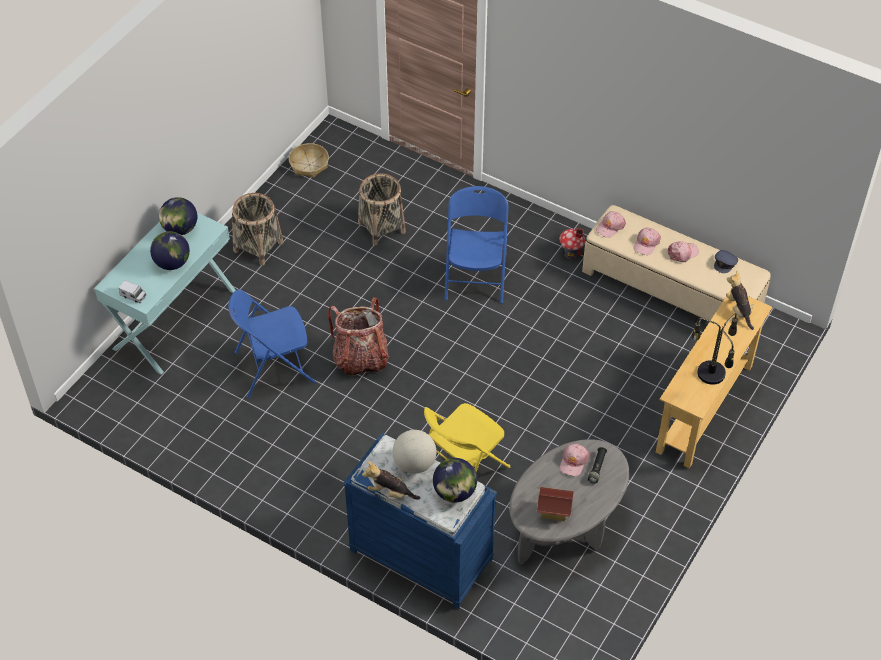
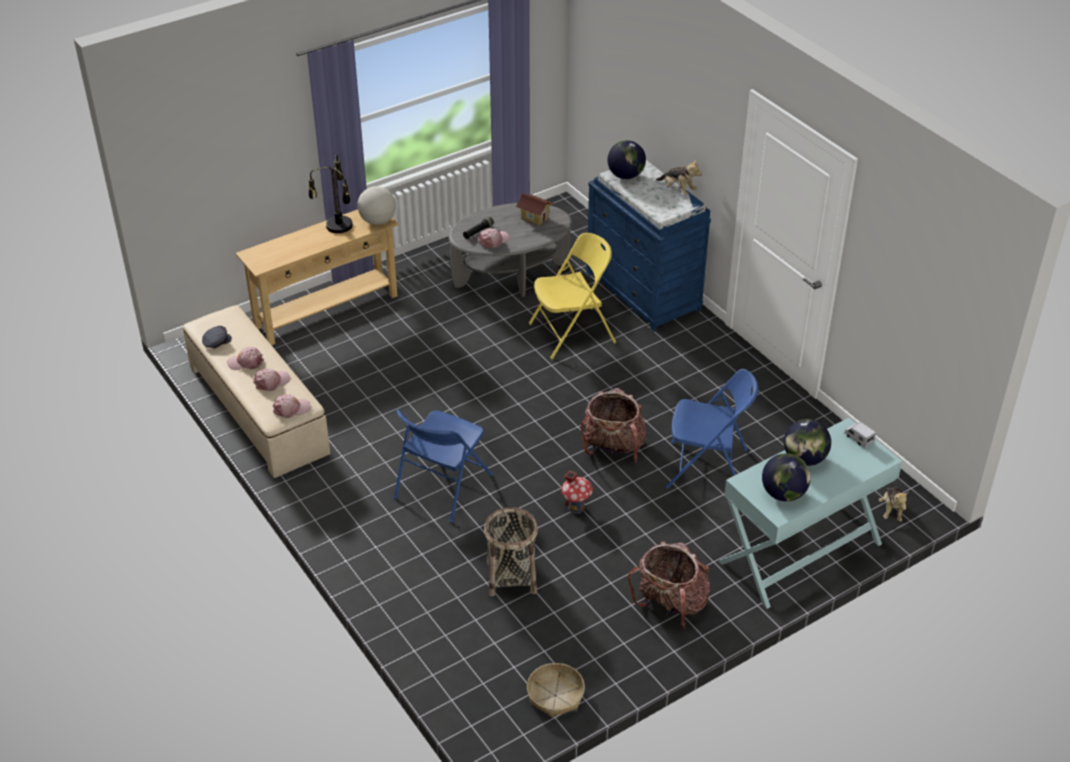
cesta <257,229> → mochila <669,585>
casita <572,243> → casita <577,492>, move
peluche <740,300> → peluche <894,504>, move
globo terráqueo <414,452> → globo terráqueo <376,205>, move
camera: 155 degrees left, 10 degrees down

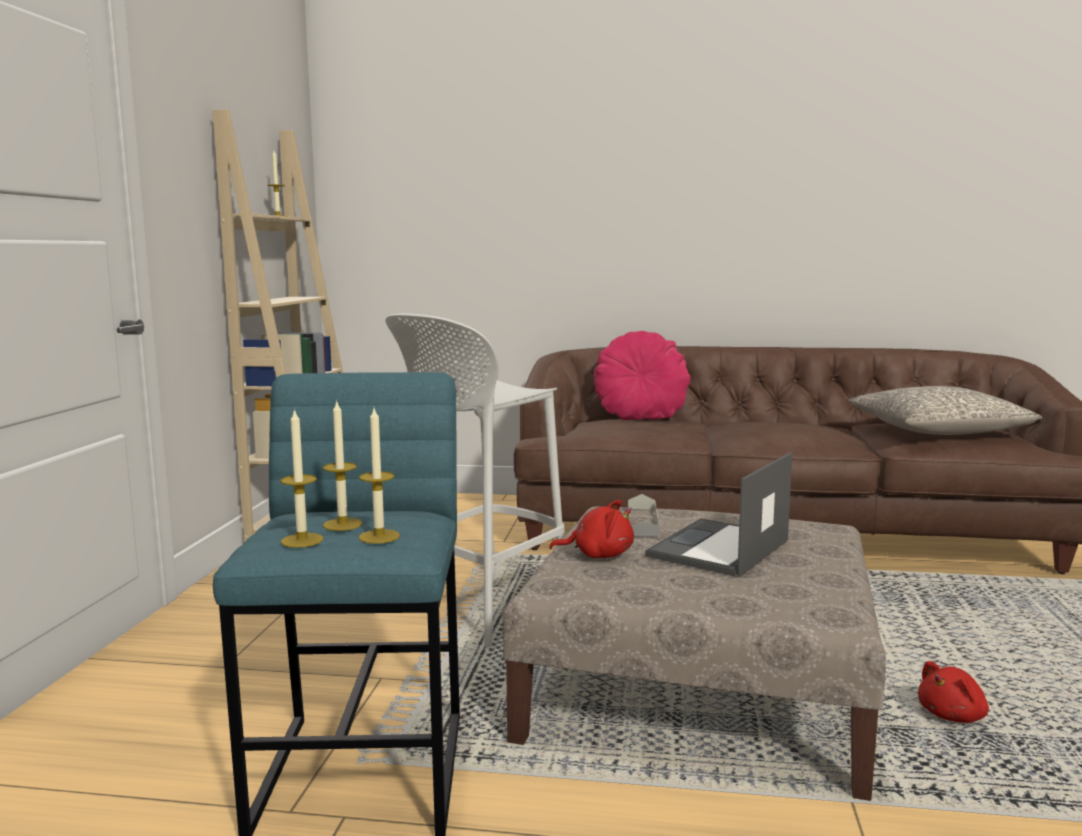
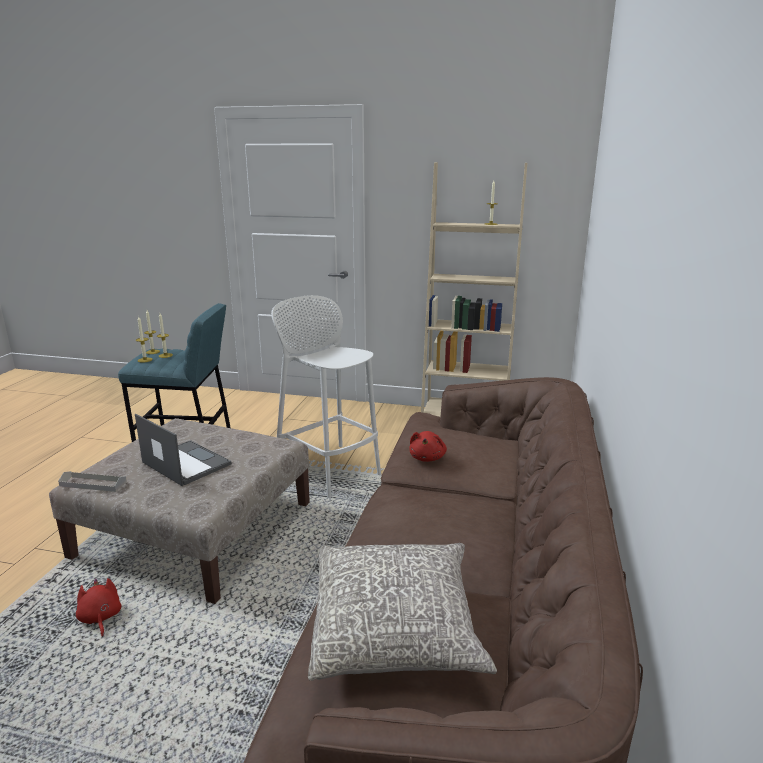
cojín [rosa] <642,375> → -
bandeja [gris] <644,515> → bandeja [gris] <92,481>, move
peluche [rojo] <591,529> → peluche [rojo] <428,446>, move
camera: 95 degrees right, 10 degrees up

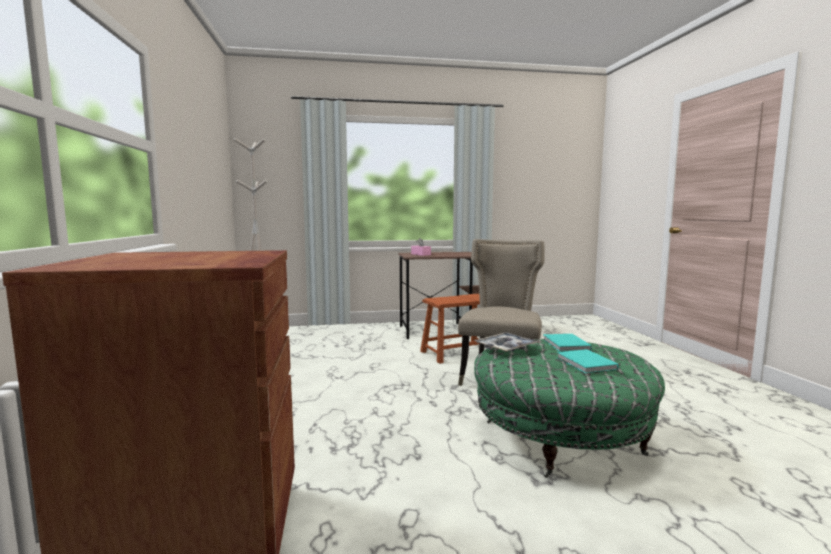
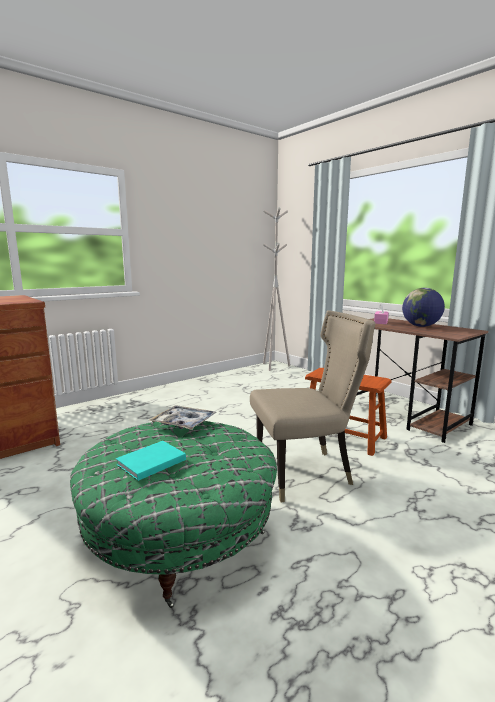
libro [turquesa] <567,343> → -
- → globo terráqueo <423,307>
camera: 60 degrees right, 5 degrees up

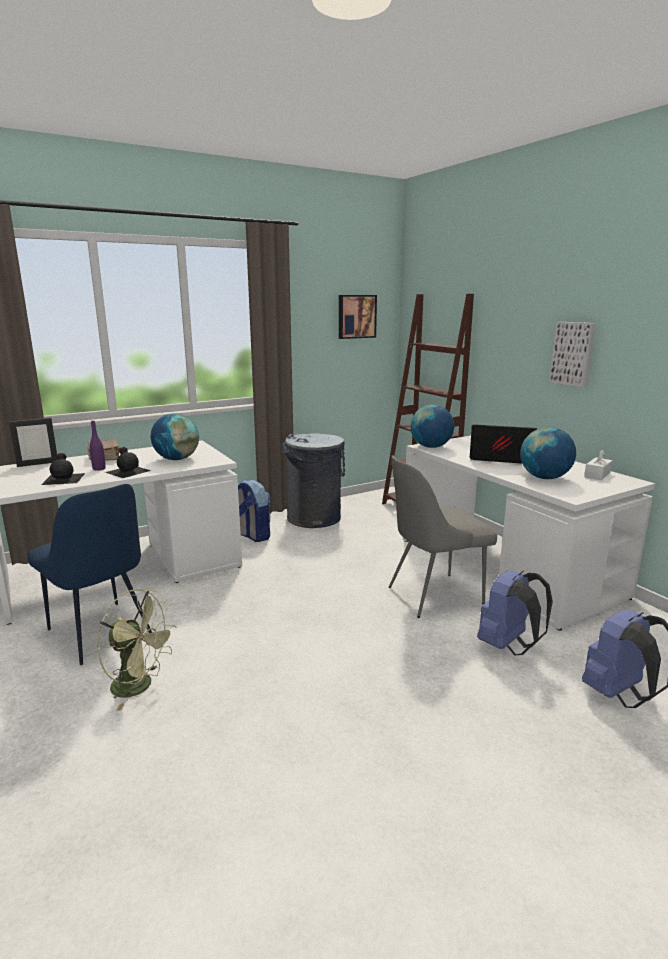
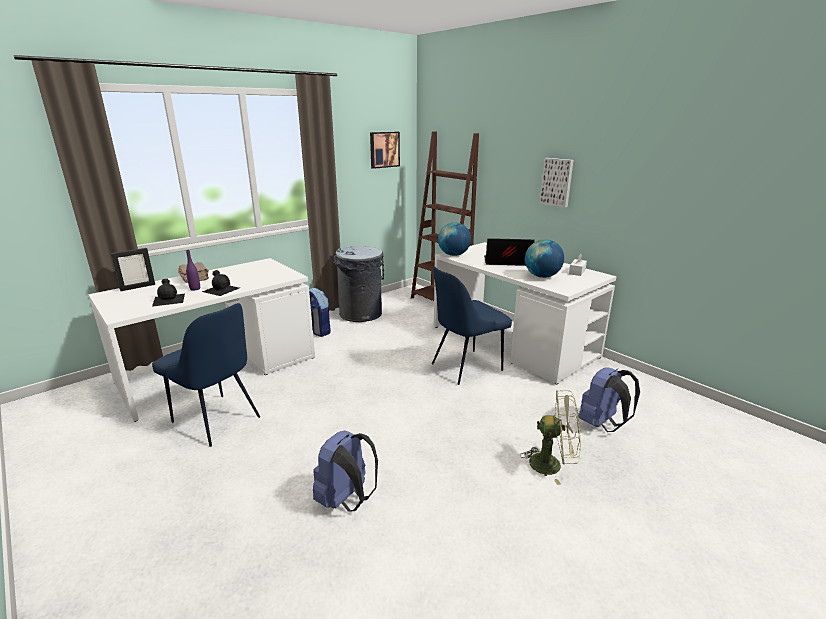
globo terráqueo <175,436> → -
silla [gris] <443,537> → silla [azul] <472,325>
mochila [azul] <515,613> → mochila [azul] <345,471>, move
ventilador [verde] <137,650> → ventilador [verde] <550,437>, move
camera: 10 degrees left, 5 degrees up

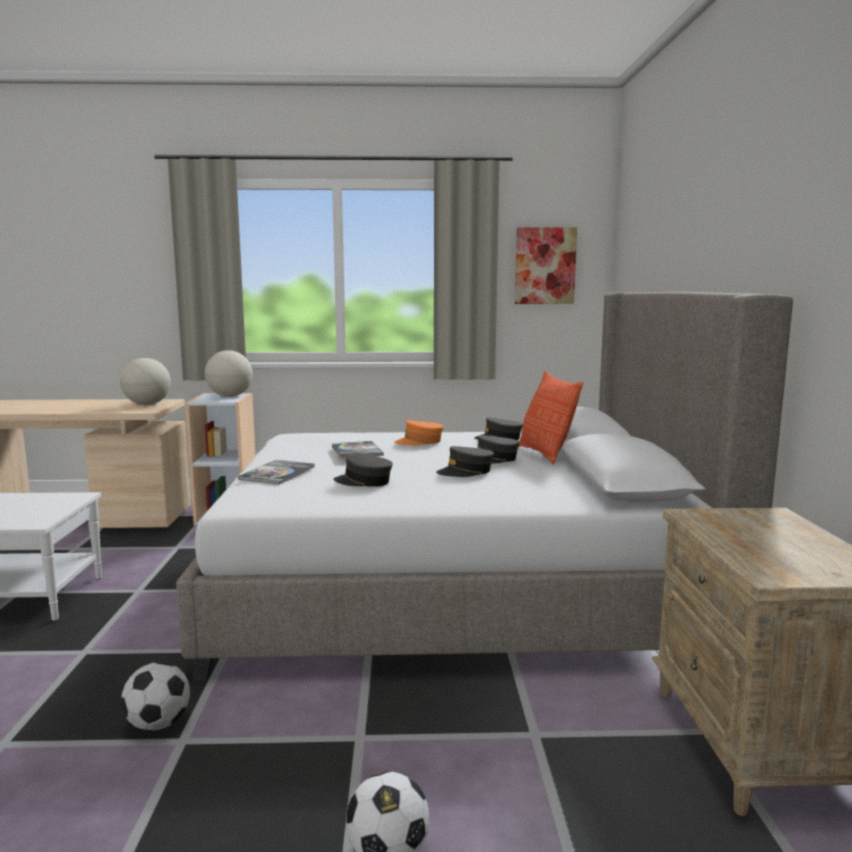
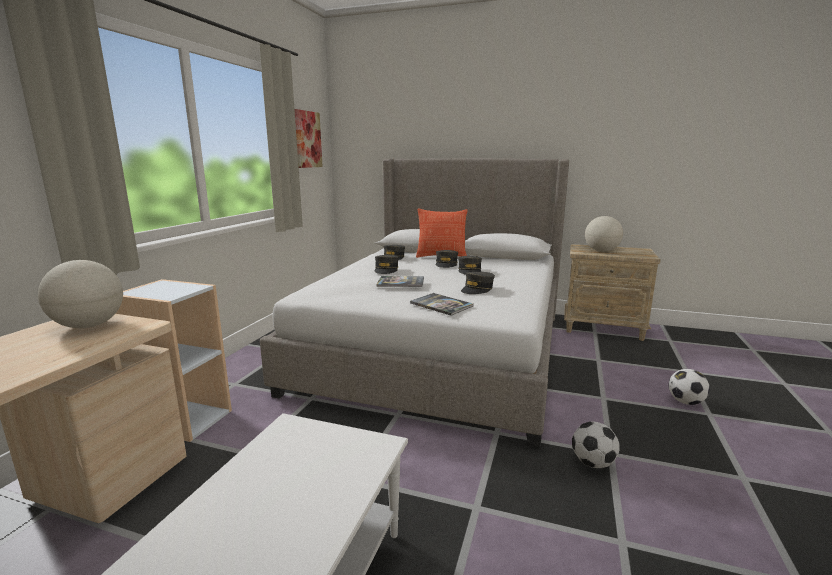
globo terráqueo <229,373> → globo terráqueo <604,234>, move
gorra [naranja] <419,433> → gorra [gris] <387,264>
camera: 70 degrees left, 5 degrees up

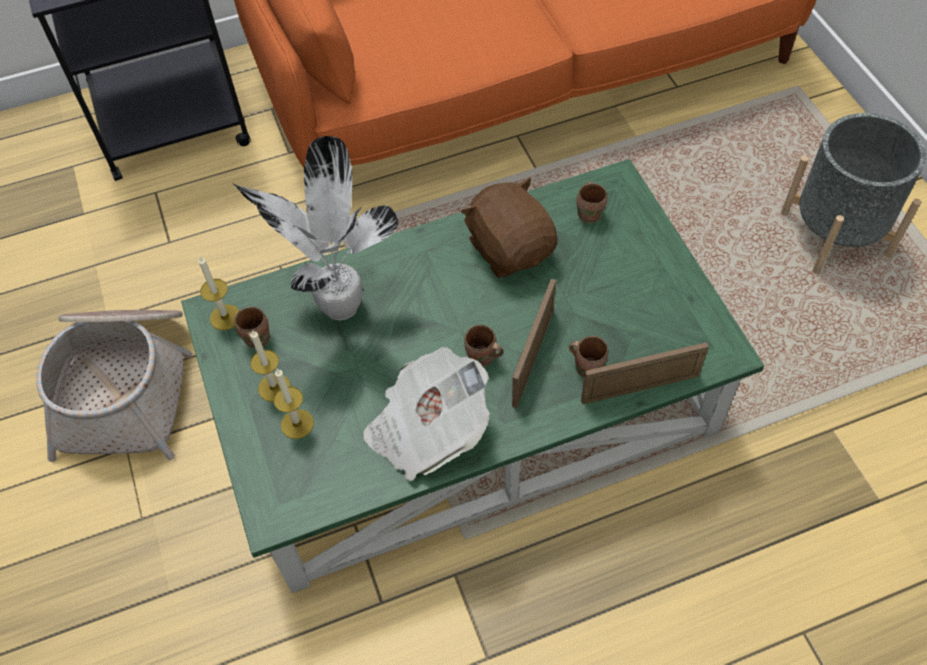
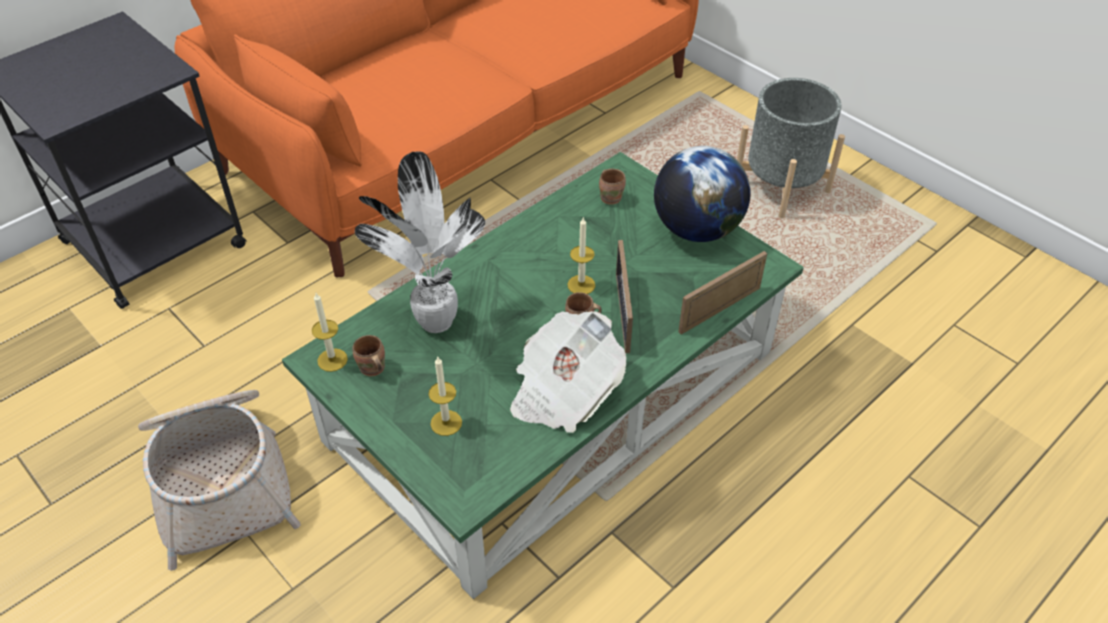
peluche [marrón] <509,228> → -
vela <270,366> → vela <581,255>, move
taza grande [marrón] <588,357> → -
- → globo terráqueo <702,194>
camera: 25 degrees left, 10 degrees down

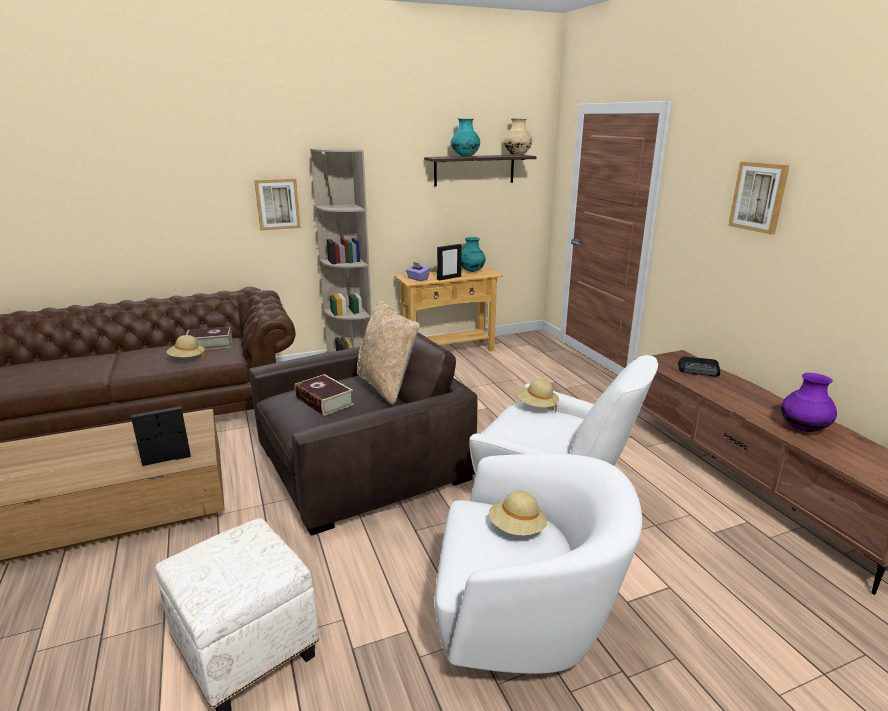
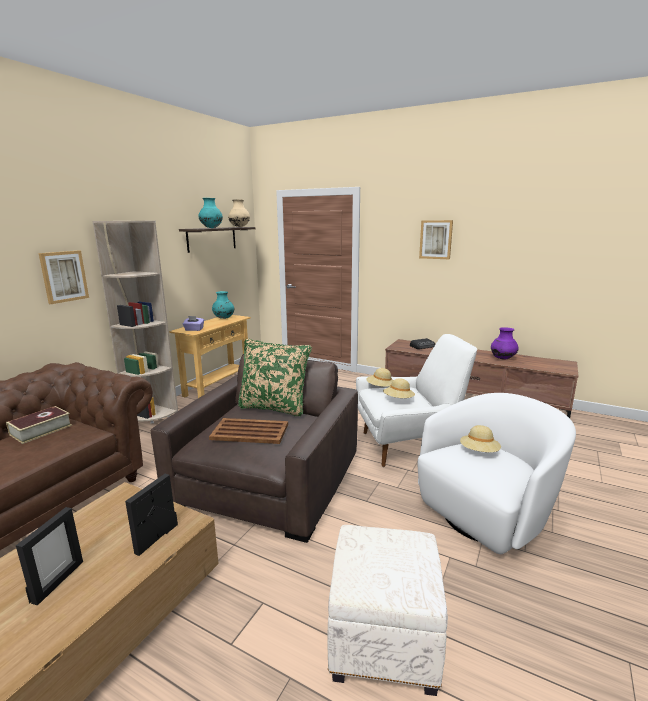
portarretratos <449,262> → portarretratos <49,556>, move
cojín [beis] <388,352> → cojín [verde] <275,377>
sombrero [beis] <186,347> → sombrero [beis] <399,388>, move
libro <324,395> → bandeja [marrón] <248,431>
camera: 40 degrees left, 5 degrees down

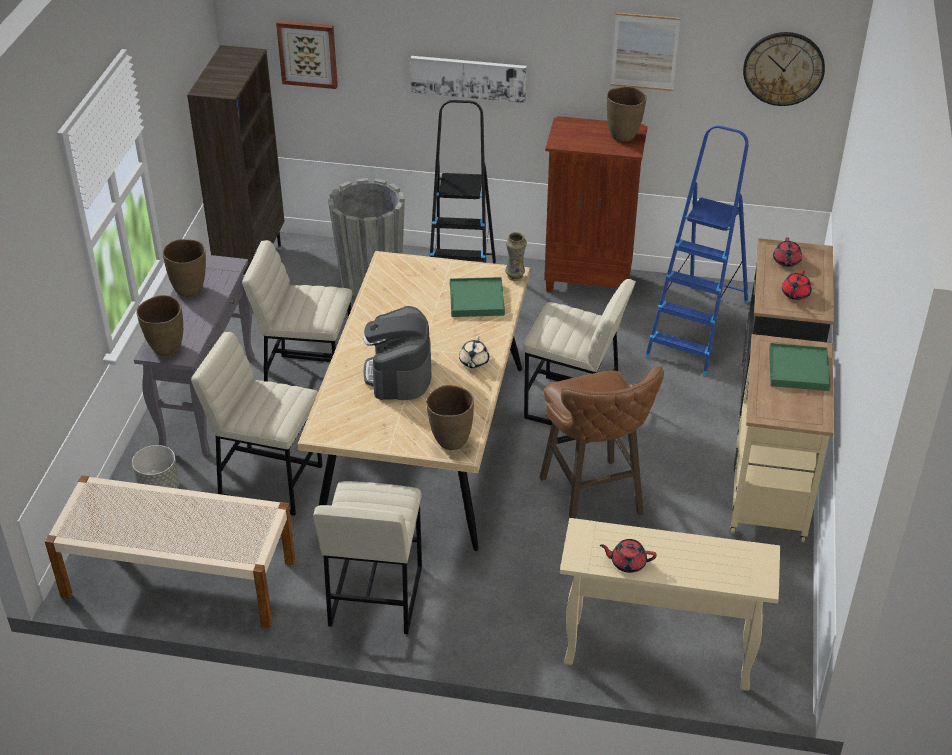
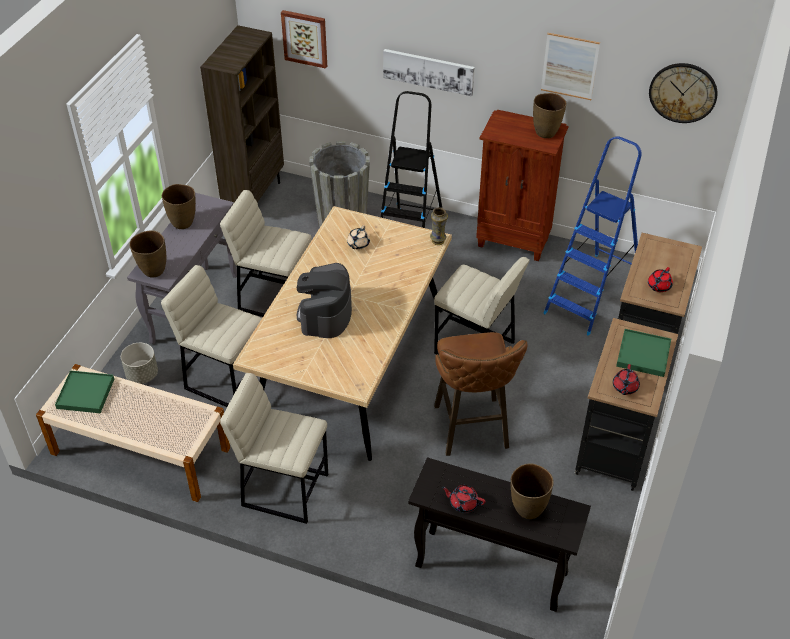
tetera [rojo] <787,252> → tetera [rojo] <626,379>, move
bandeja [verde] <477,297> → bandeja [verde] <84,391>, move
carrito [beis] <782,438> → carrito [negro] <626,404>
tetera [beis] <474,352> → tetera [beis] <358,237>, move
florero [marrón] <450,417> → florero [marrón] <532,491>, move
silla [beis] <367,557> → silla [beis] <274,448>, 90 degrees clockwise
mesa consola [beis] <670,604> → mesa consola [negro] <499,534>
camera: 10 degrees right, 5 degrees up

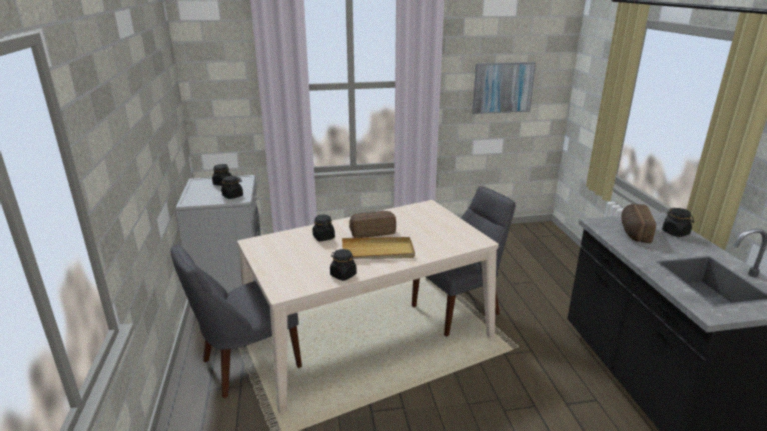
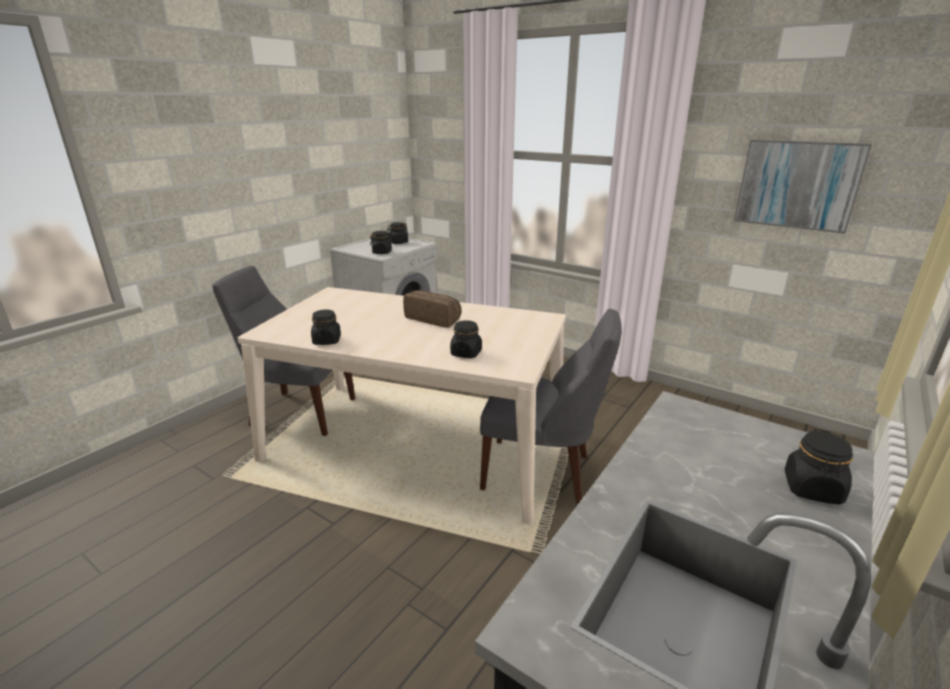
pan <638,223> → -
tarro [negro] <323,228> → tarro [negro] <466,339>, move
bandeja [beis] <378,248> → -
camera: 45 degrees right, 0 degrees up

